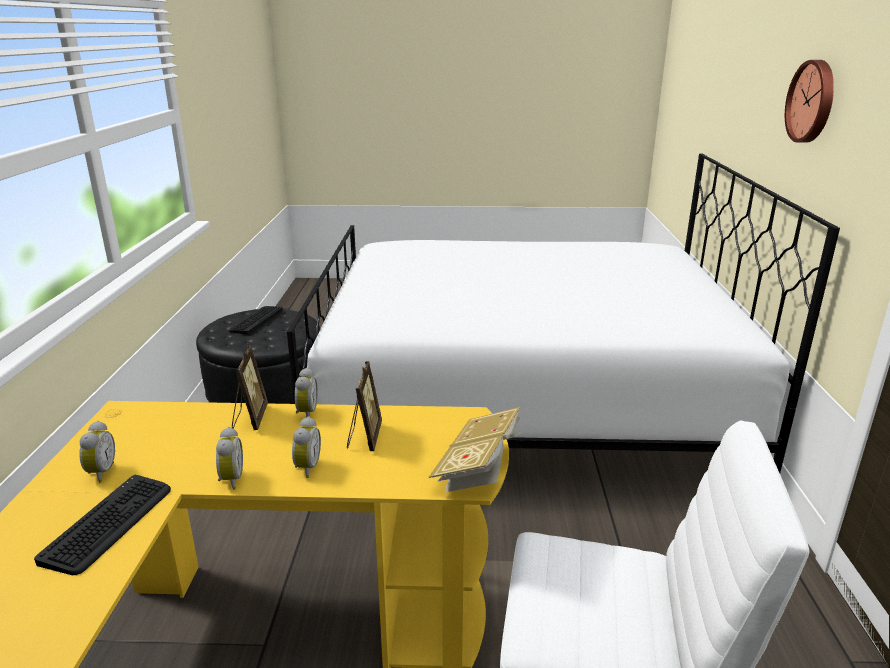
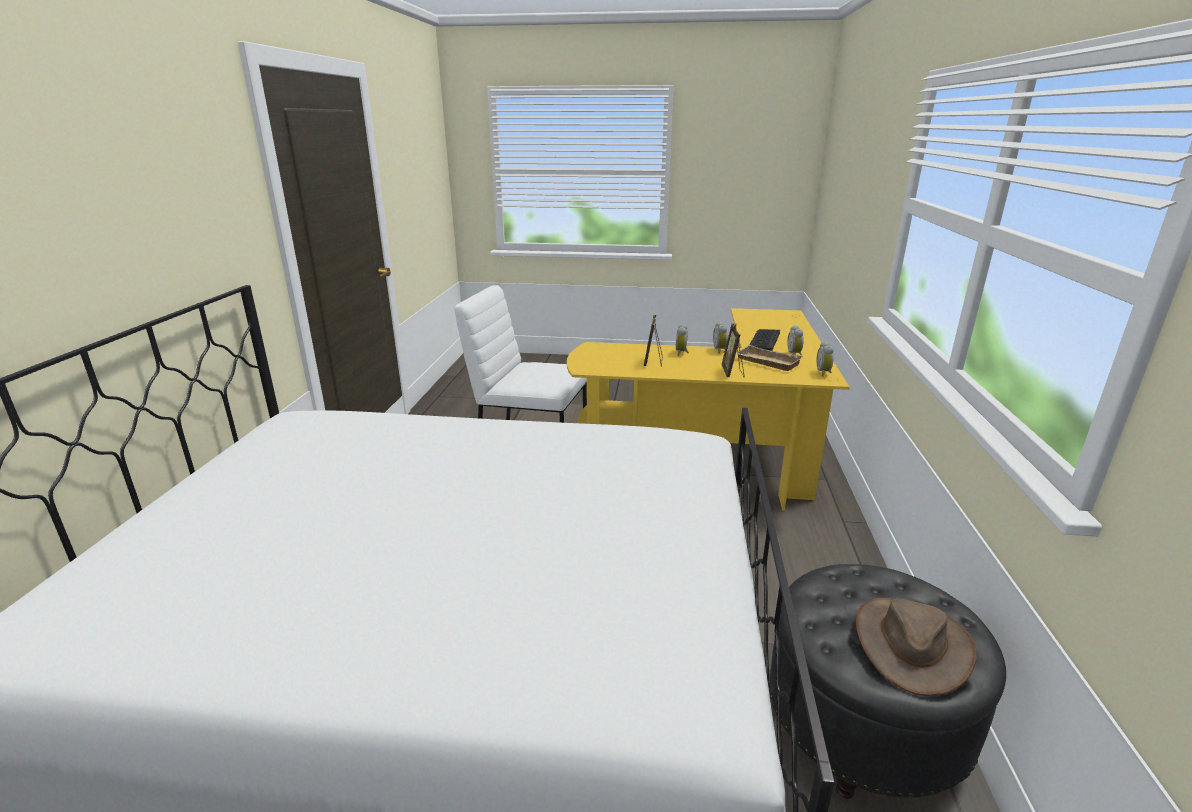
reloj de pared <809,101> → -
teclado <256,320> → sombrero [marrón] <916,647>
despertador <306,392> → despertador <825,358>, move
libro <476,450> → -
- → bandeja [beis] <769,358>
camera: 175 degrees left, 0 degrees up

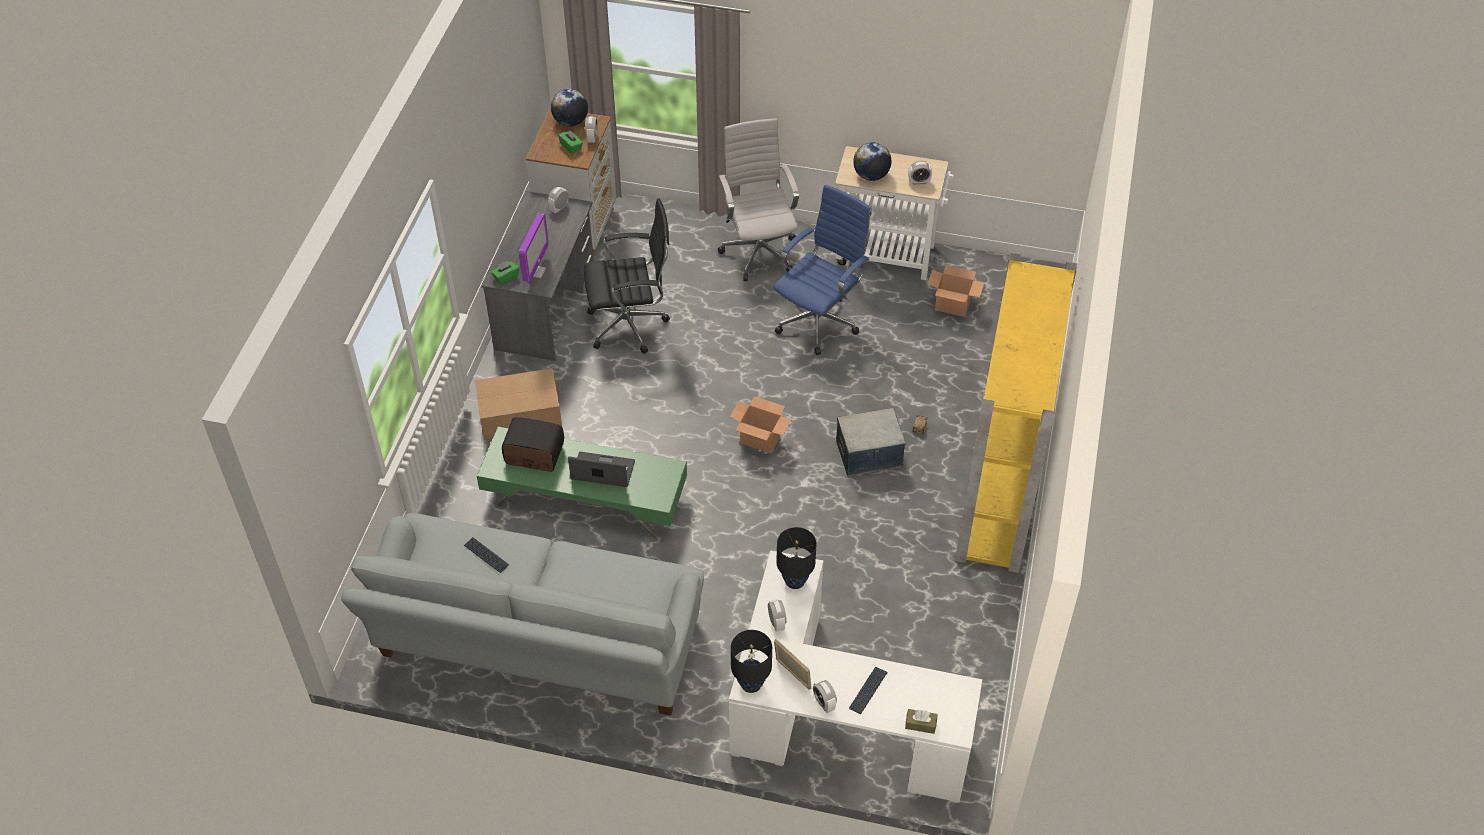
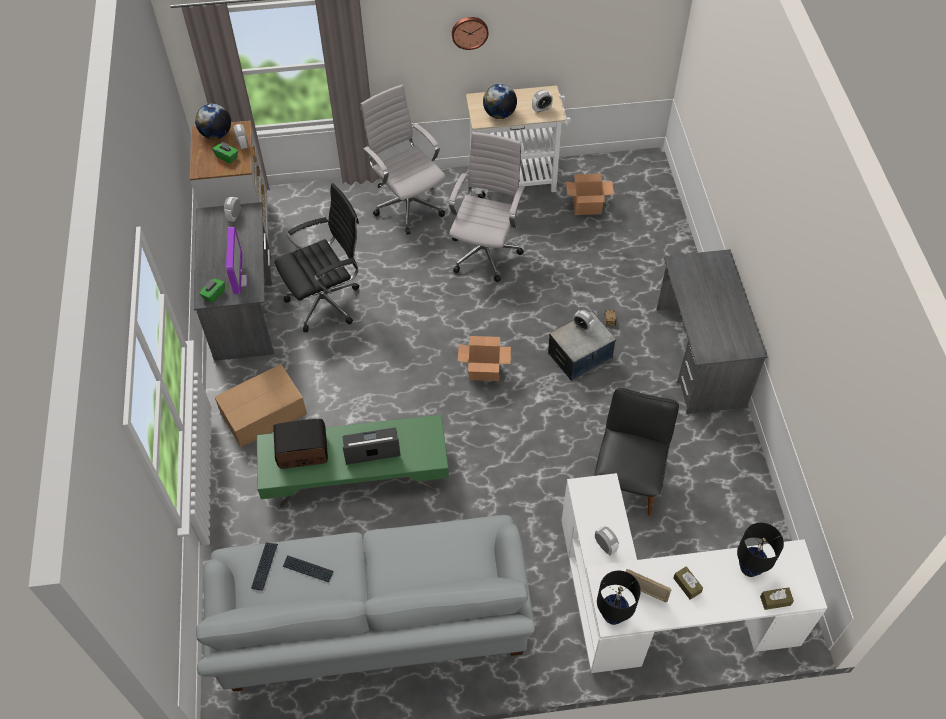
silla de oficina [azul] <822,270> → silla de oficina [blanco] <487,207>
estantería [amarillo] <1016,412> → escritorio [gris] <712,331>
lámpara de mesa [negro] <796,558> → lámpara de mesa [negro] <760,550>, move
teclado <868,690> → teclado <264,566>, move
despertador <825,696> → despertador <584,321>, move
- → reloj de pared <470,33>
- → silla [negro] <636,452>
- → caja de pañuelos [marrón] <688,583>
camera: 20 degrees left, 5 degrees up

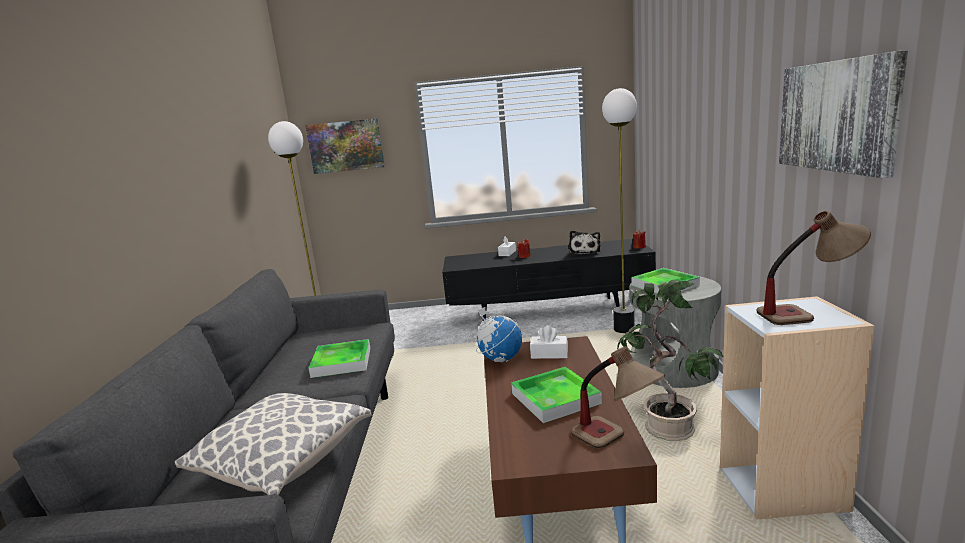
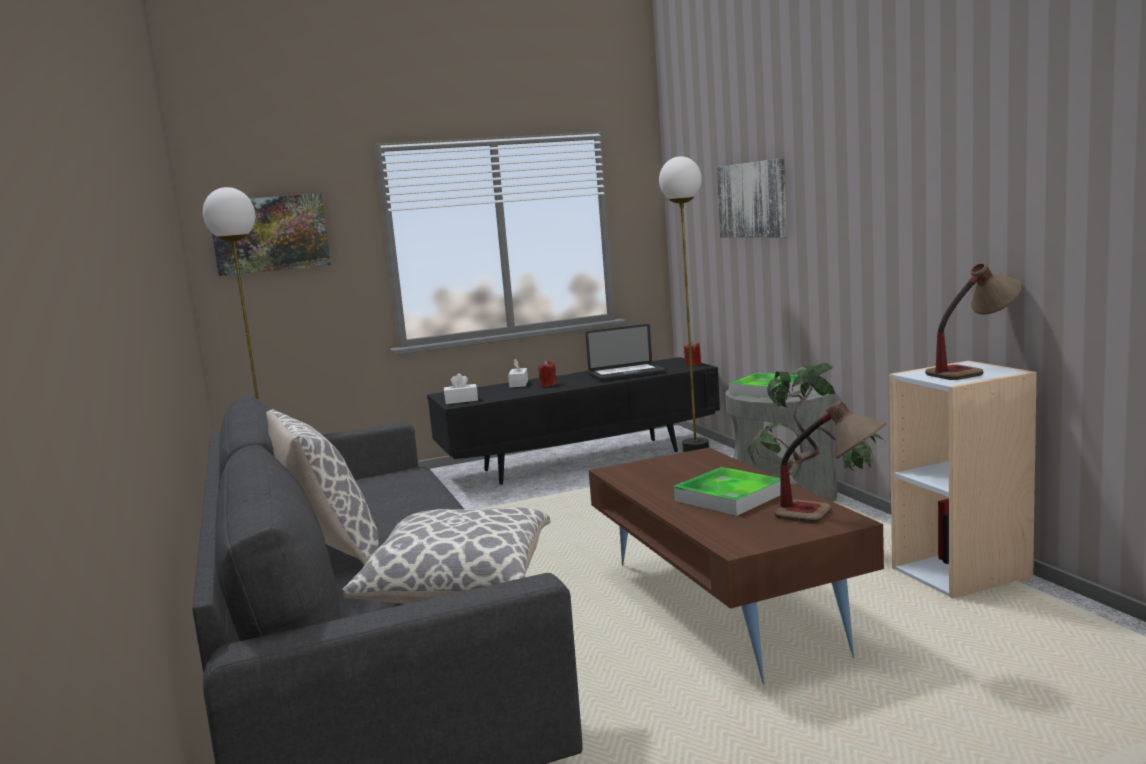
cuadro <843,114> → cuadro <752,198>, move
peluche <585,242> → portátil <625,352>
globo terráqueo <498,334> → -
caja de pañuelos [blanco] <549,342> → caja de pañuelos [blanco] <461,388>, move
bandeja <339,358> → -
- → cojín <322,487>
camera: 20 degrees left, 5 degrees down

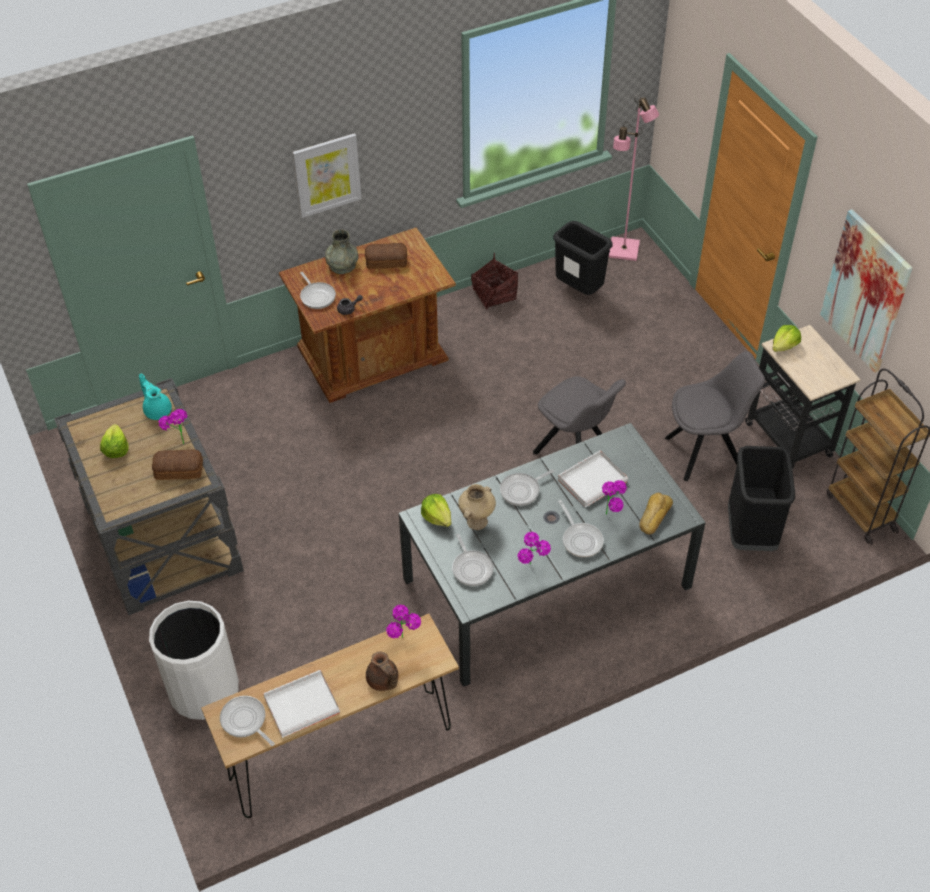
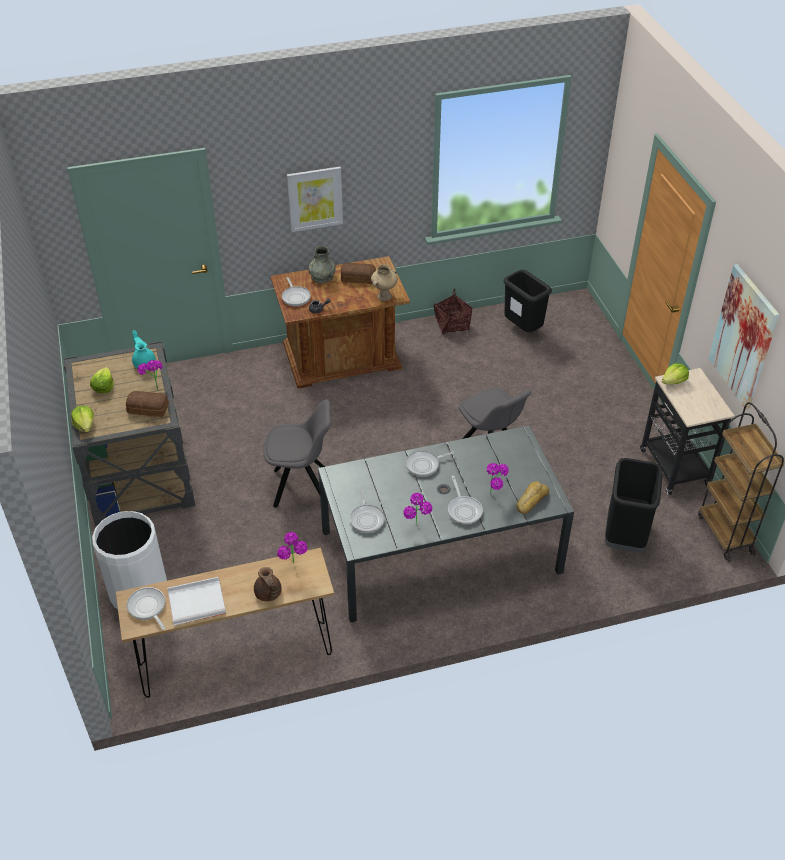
lámpara de pie [rosa] <634,178> → -
silla [gris] <715,416> → silla [gris] <297,453>, move
bandeja [blanco] <593,479> → -
florero [beis] <477,507> → florero [beis] <384,282>, move
lechuga <436,510> → lechuga <82,419>, move
camera: 10 degrees right, 5 degrees down

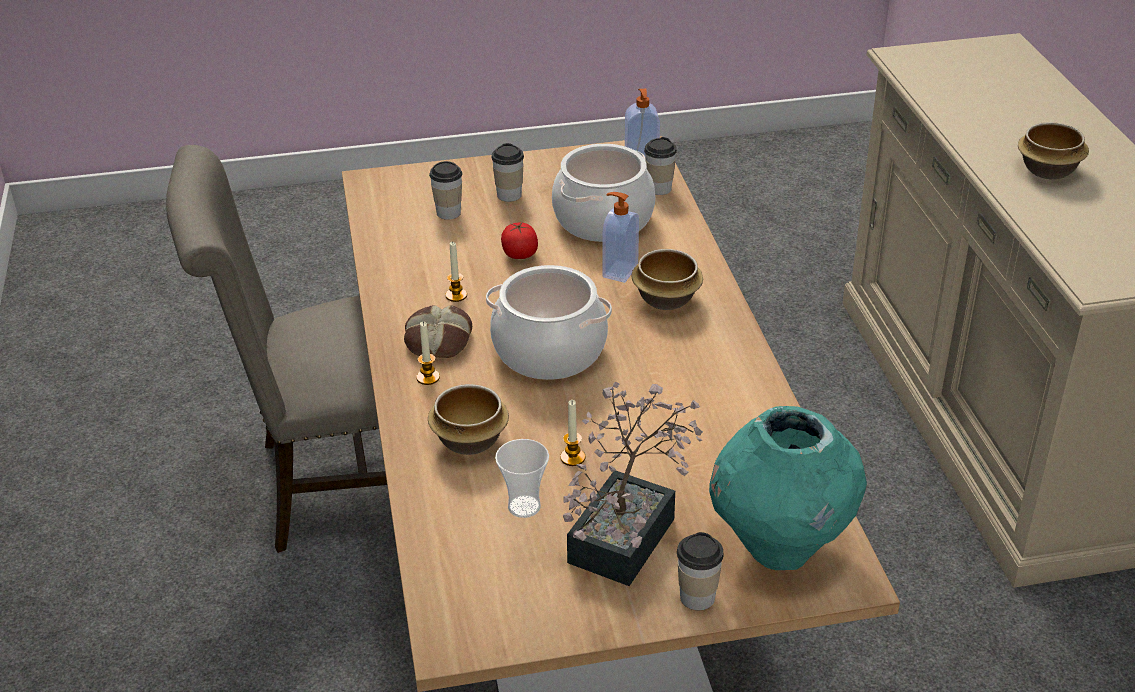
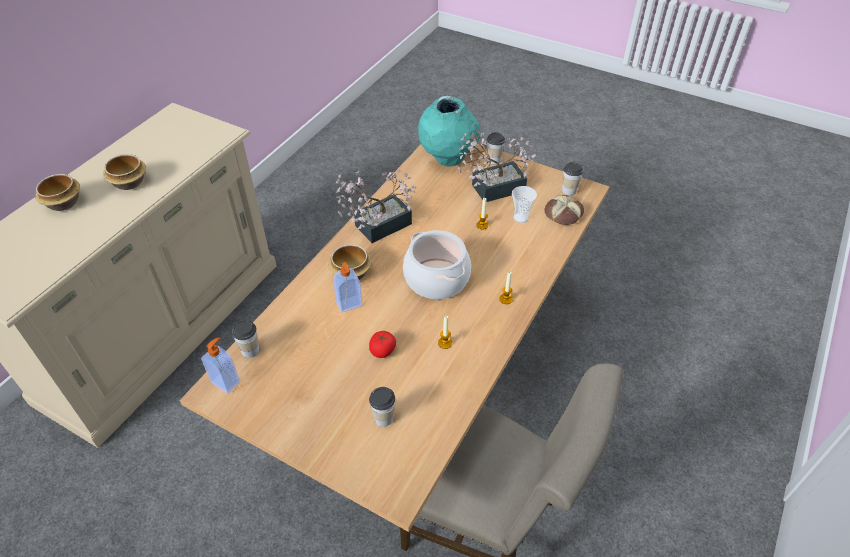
taza <507,172> → taza <572,178>, move
olla <603,193> → -
pan <438,331> → pan <564,210>, move
cuenco <468,419> → cuenco <58,192>, move
- → planta en maceta <375,206>
camera: 140 degrees left, 10 degrees up

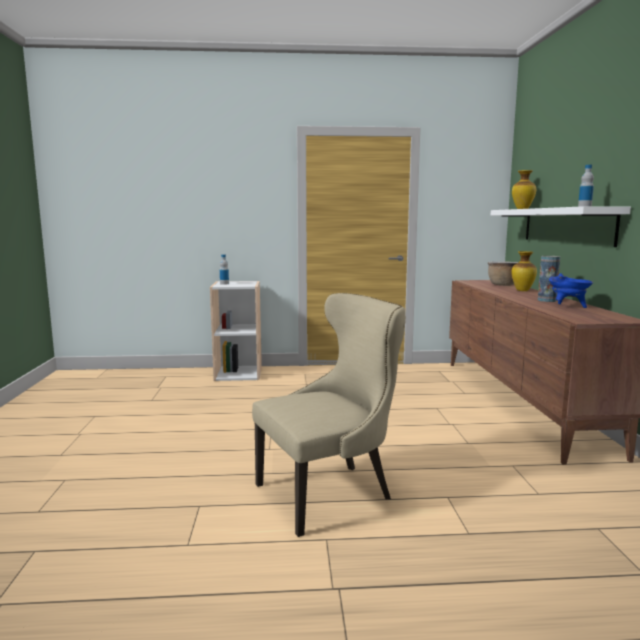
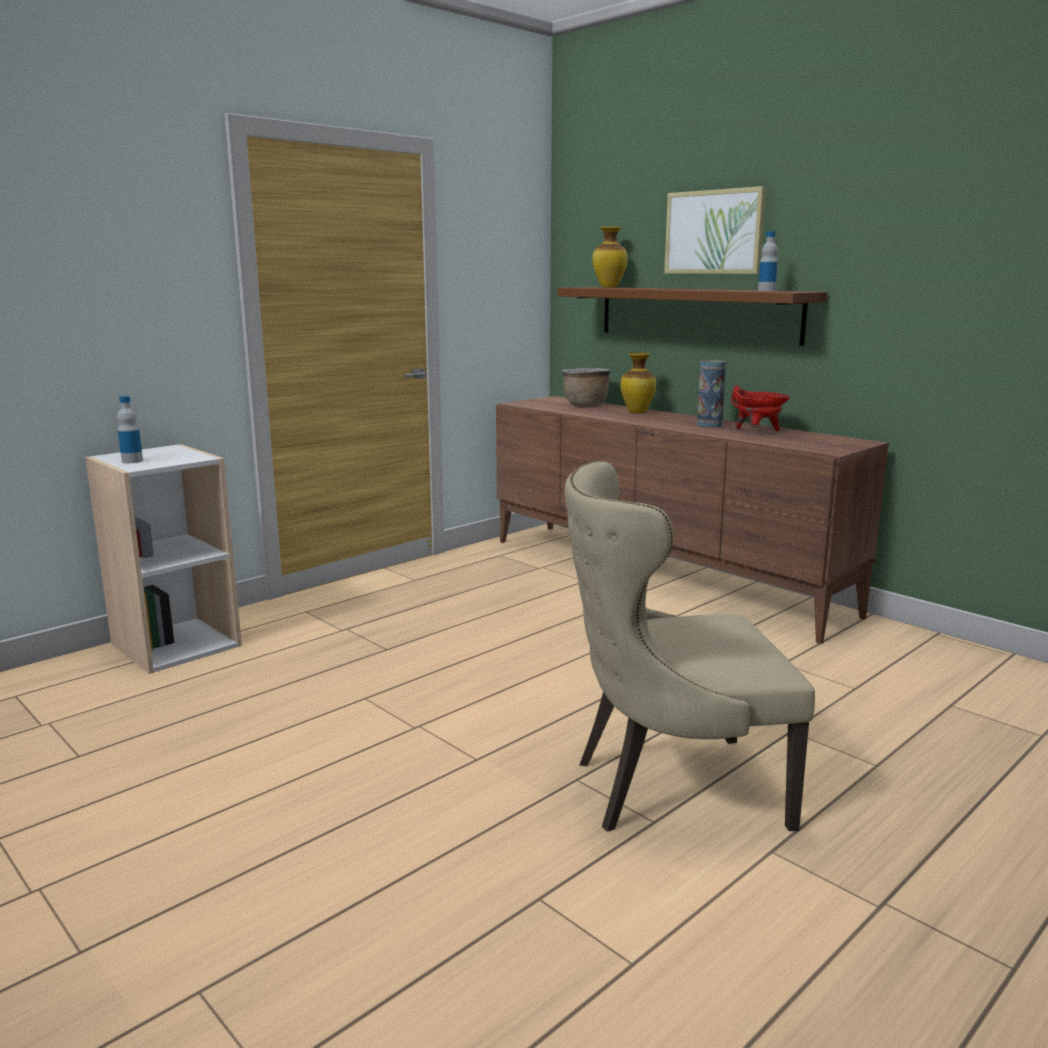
estante [blanco] <561,226> → estante [marrón] <692,316>
olla [azul] <571,290> → olla [rojo] <760,408>
silla [beis] <329,415> → silla [beis] <690,646>, 120 degrees counterclockwise
- → cuadro <715,230>
camera: 40 degrees left, 5 degrees up

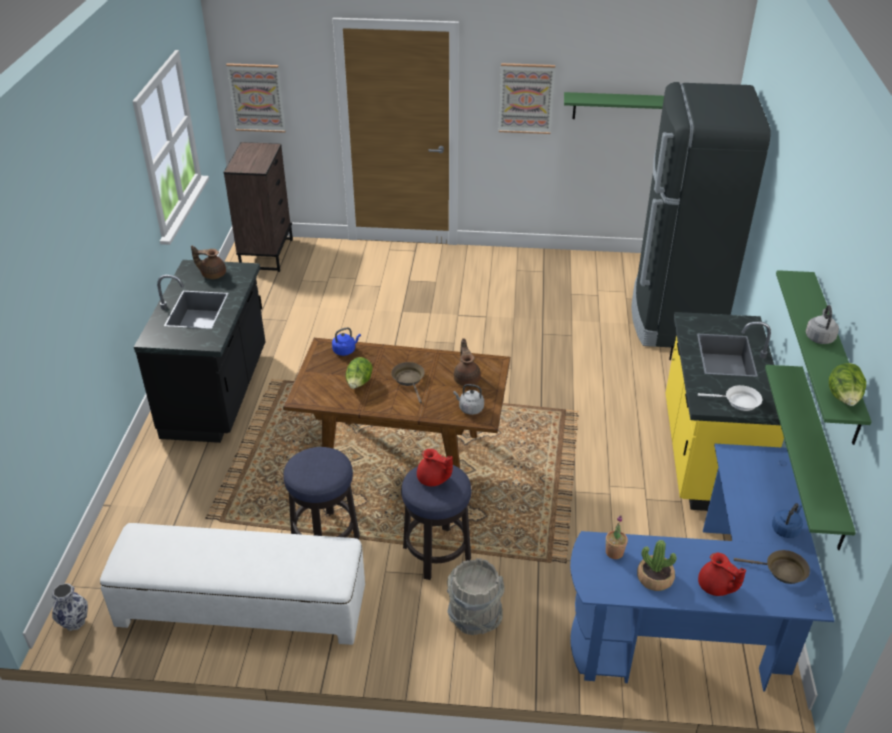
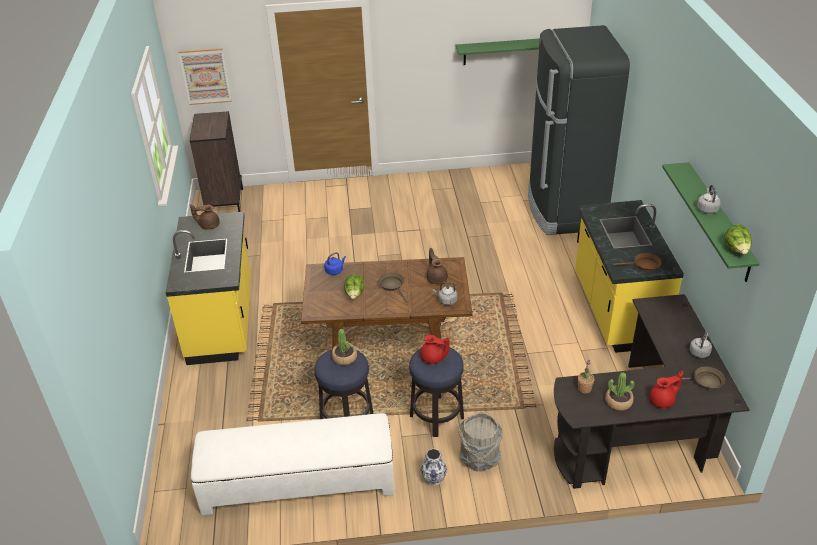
cuadro <527,98> → -
mueble bajo de cocina [negro] <199,351> → mueble bajo de cocina [amarillo] <208,288>
estante [verde] <810,457> → -
sartén [blanco] <730,398> → sartén [marrón] <638,262>
escritorio [azul] <702,567> → escritorio [negro] <652,391>
hervidor [azul] <787,520> → hervidor [gris] <700,345>
tetera [rojo] <722,574> → tetera [rojo] <666,389>, 60 degrees counterclockwise
florero <70,607> → florero <433,467>, move
- → planta en maceta <344,347>
camera: 10 degrees left, 0 degrees up

